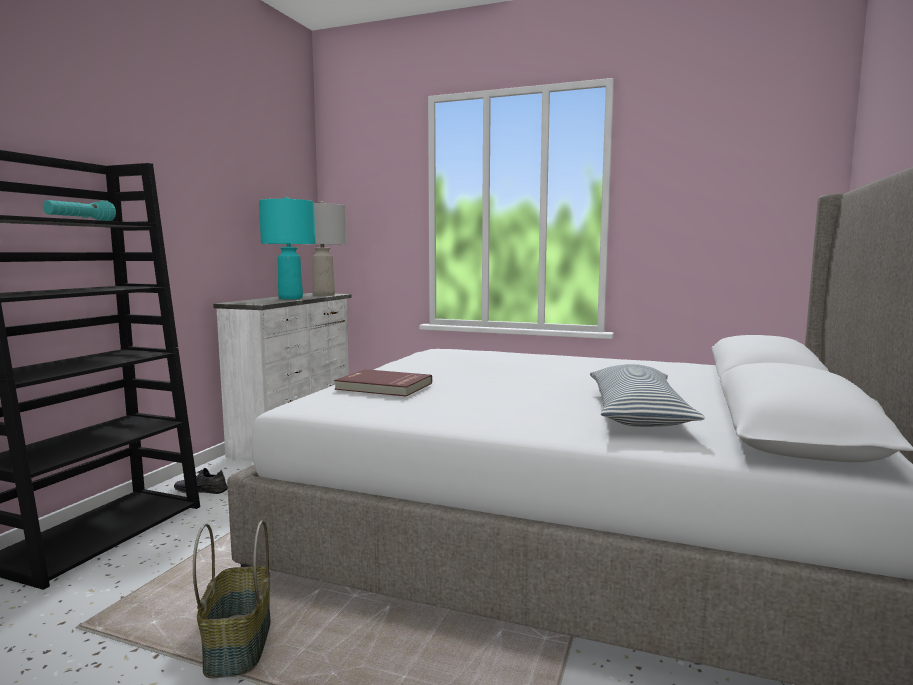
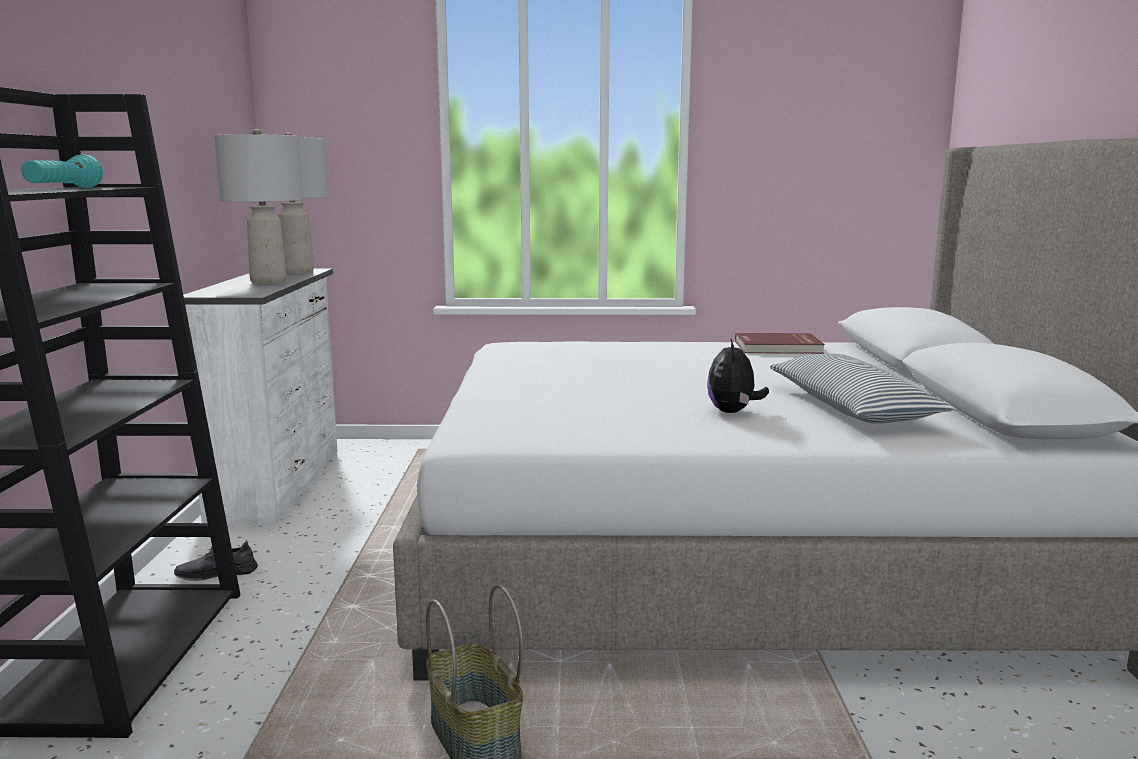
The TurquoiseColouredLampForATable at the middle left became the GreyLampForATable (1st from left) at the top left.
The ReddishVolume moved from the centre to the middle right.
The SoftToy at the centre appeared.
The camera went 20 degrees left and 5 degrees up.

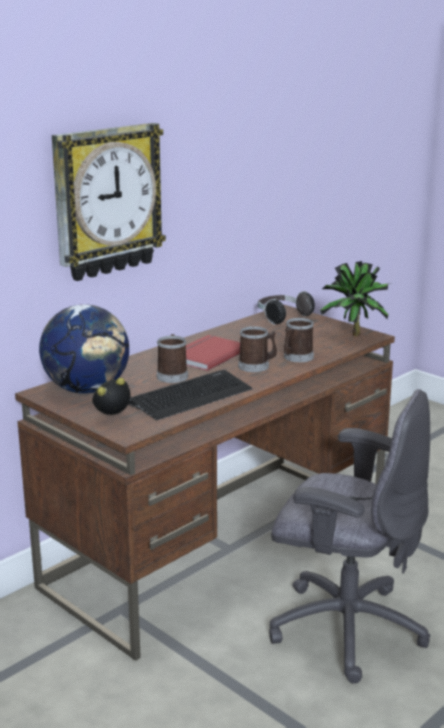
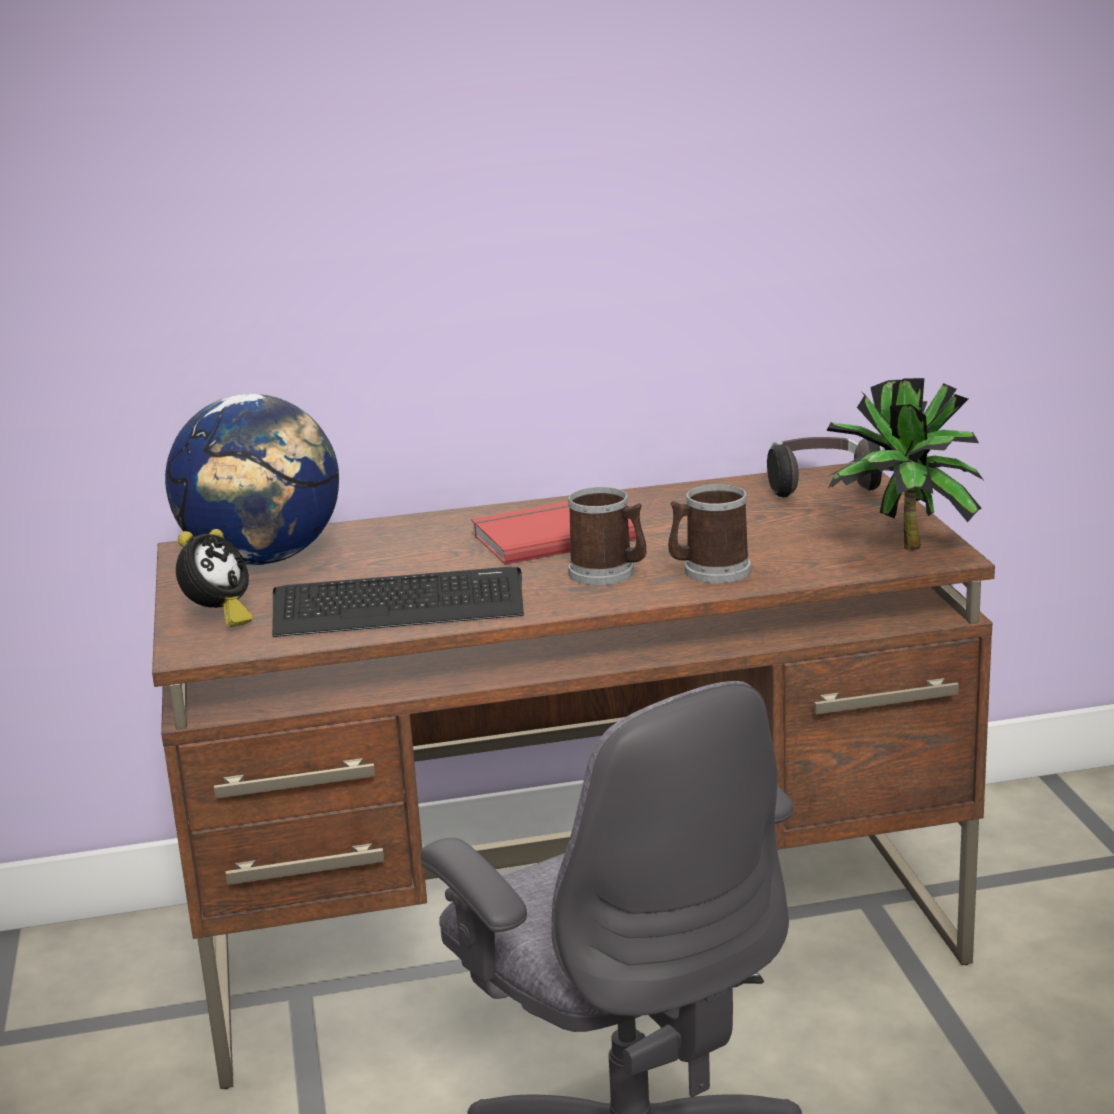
The WallClock at the top left disappeared.
The BedsideClock at the middle left turned 120 degrees clockwise.
The TeaMug (1st from left) at the centre disappeared.
The camera went 35 degrees right and 0 degrees up.

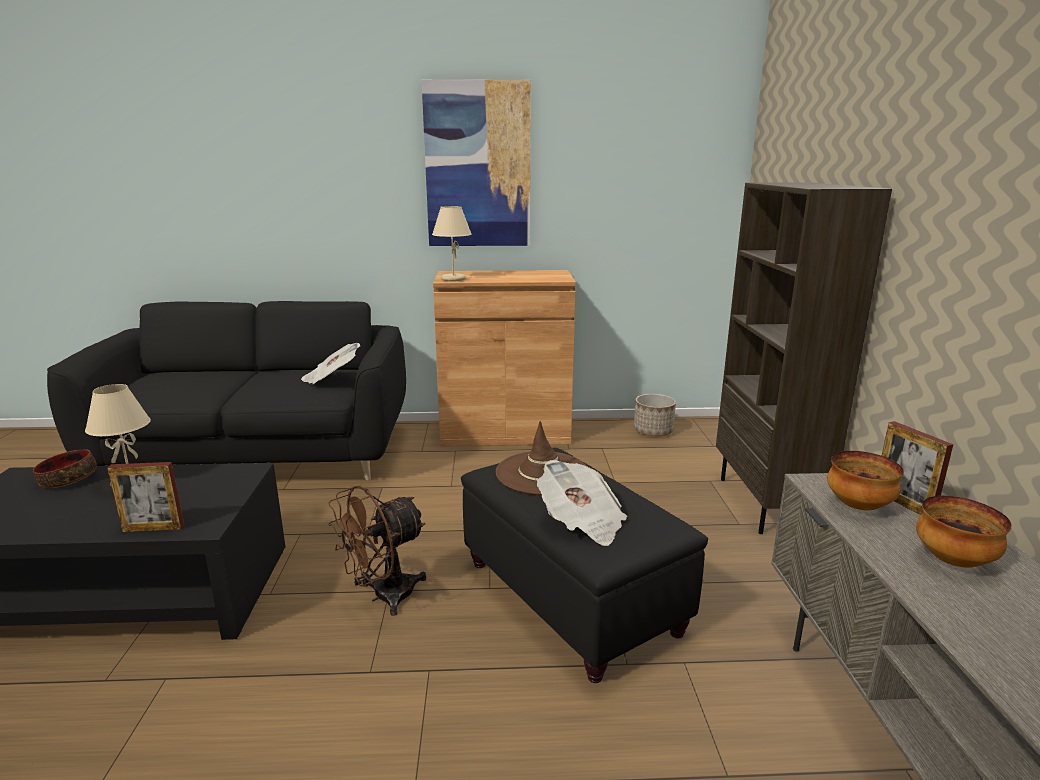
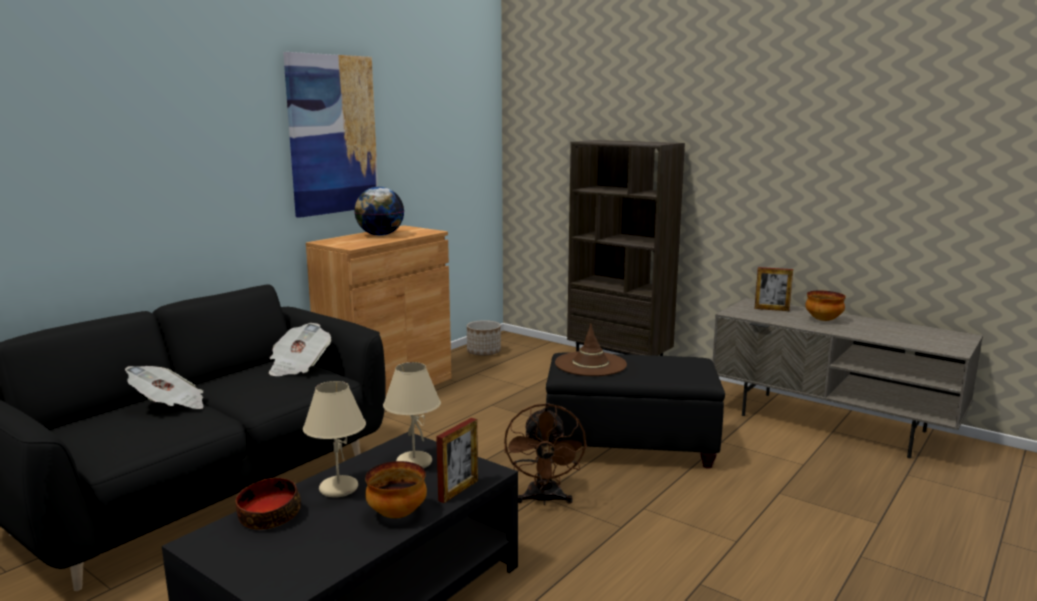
The BeigeColouredLampForATable (2nd from left) moved from the top centre to the bottom centre.
The PrintedPaper (2nd from left in the first image) moved from the centre to the middle left.
The ServingBowl (2nd from left) moved from the middle right to the bottom centre.
The DeskGlobe at the centre appeared.
The camera went 50 degrees left and 5 degrees down.

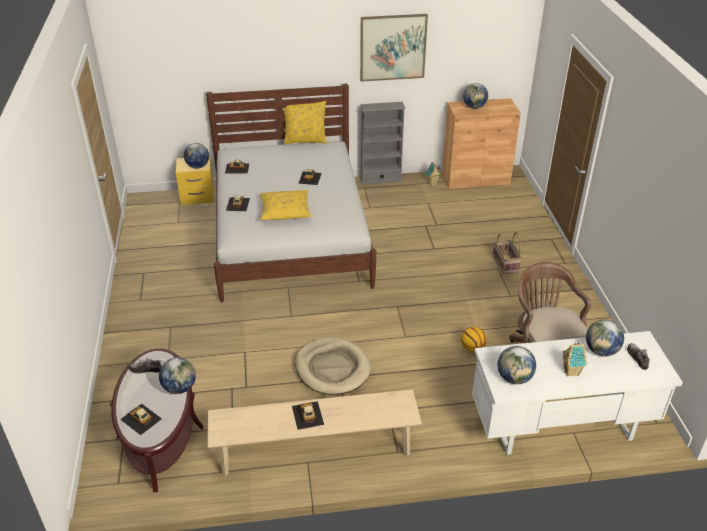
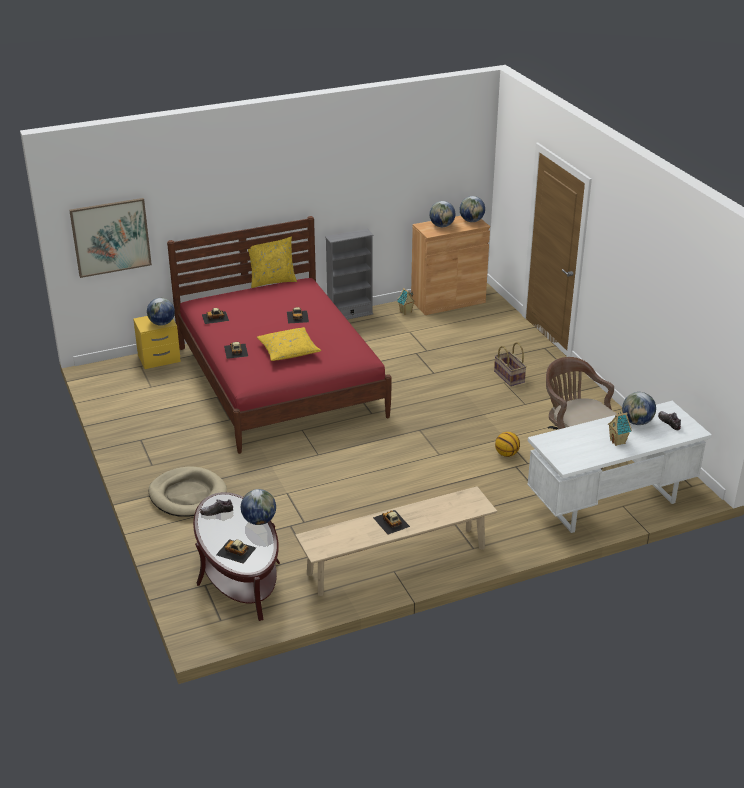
The WhiteBedroomBed at the centre became the ReddishBedroomBed at the centre.
The BeigeColouredDogCushion moved from the bottom centre to the middle left.
The WallPicture moved from the top centre to the top left.
The DeskGlobe (4th from left) moved from the bottom right to the top centre.
The camera went 15 degrees left and 5 degrees down.

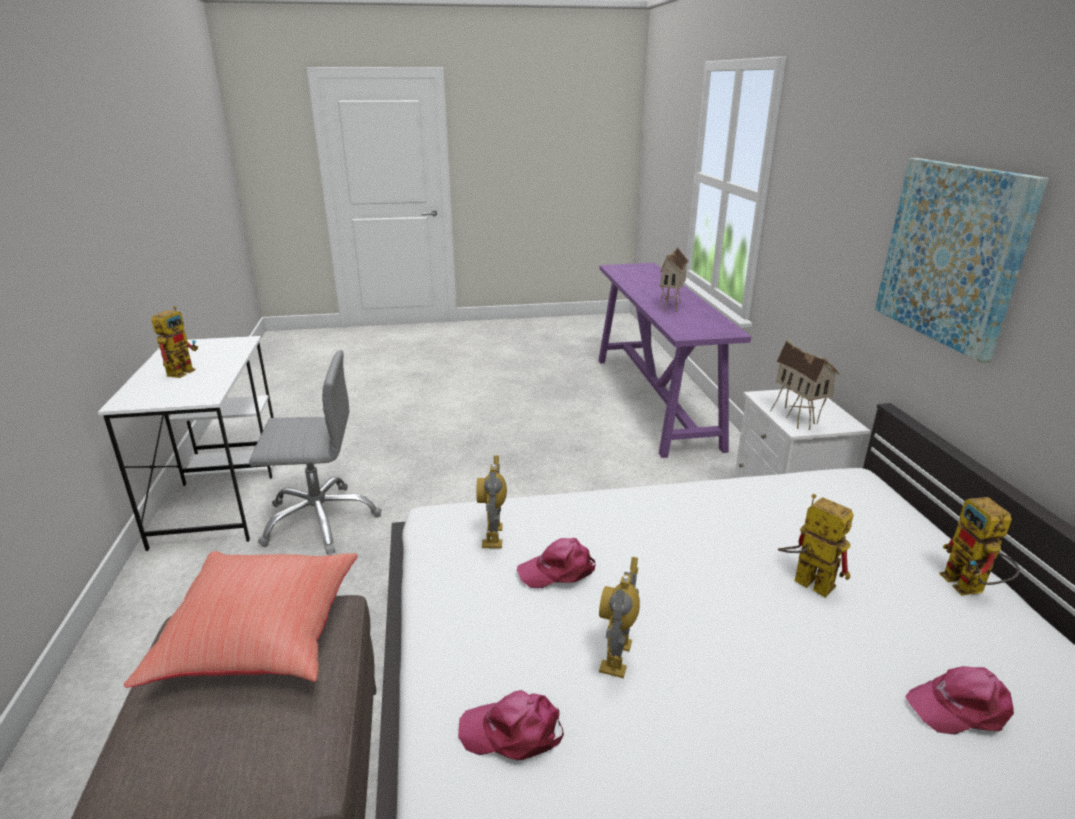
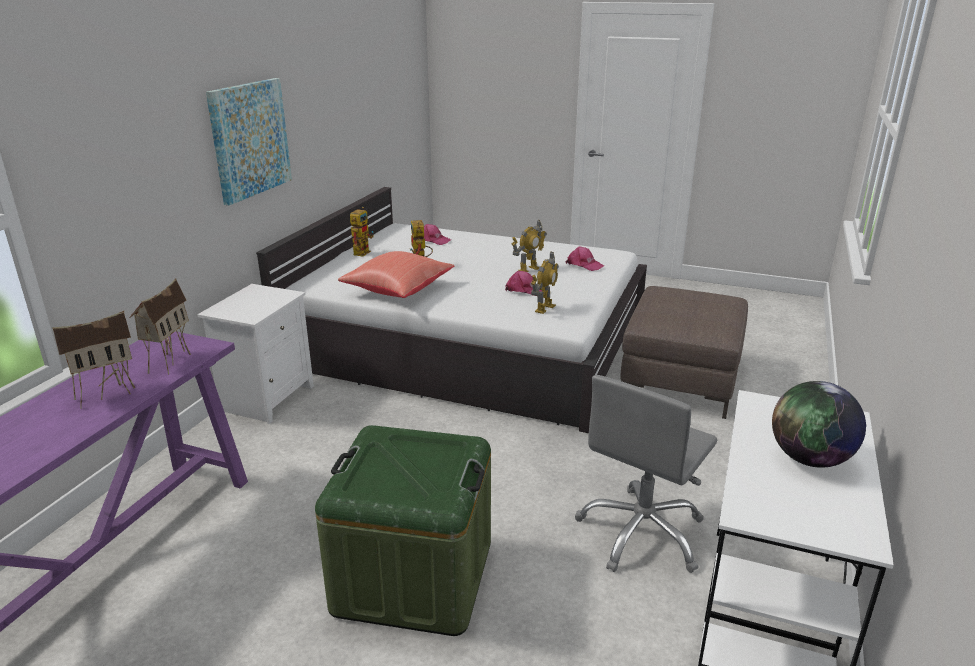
The ReddishPillow moved from the bottom left to the centre.
The ToyRobot (1st from left) at the middle left was replaced by the DeskGlobe at the middle right.
The GreyOfficeChair at the middle left turned 75 degrees counterclockwise.
The MiniatureHouse (2nd from left) moved from the middle right to the middle left.
The GreenStorageContainer at the bottom centre appeared.
The camera went 150 degrees left and 0 degrees up.

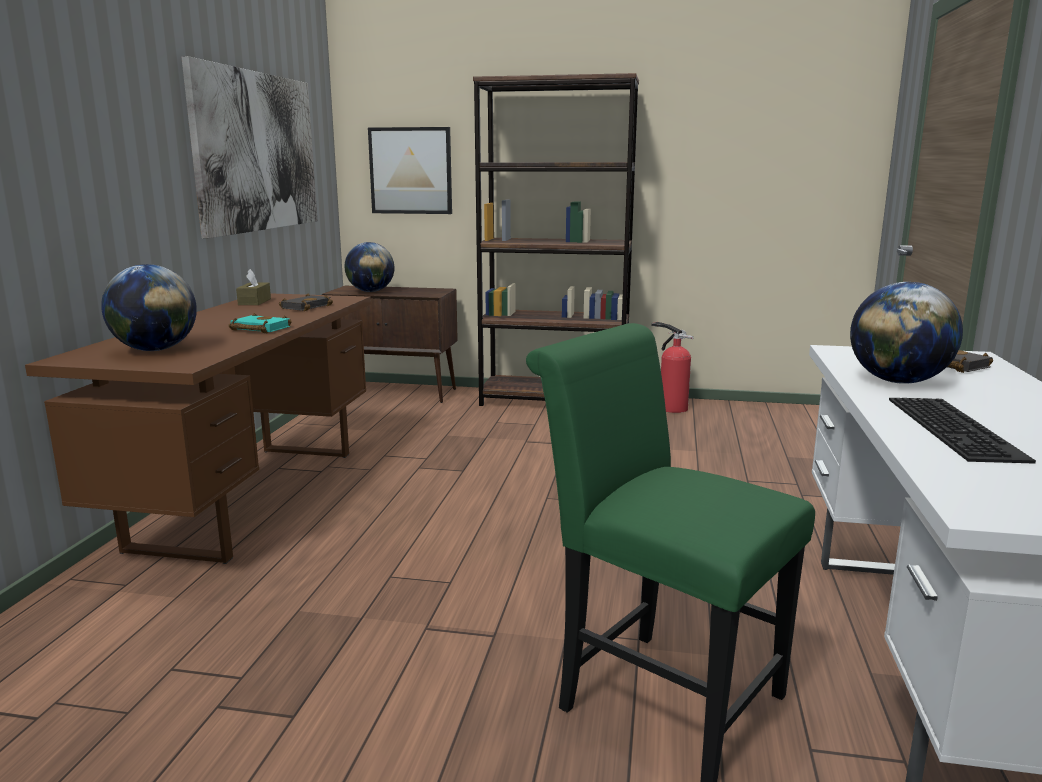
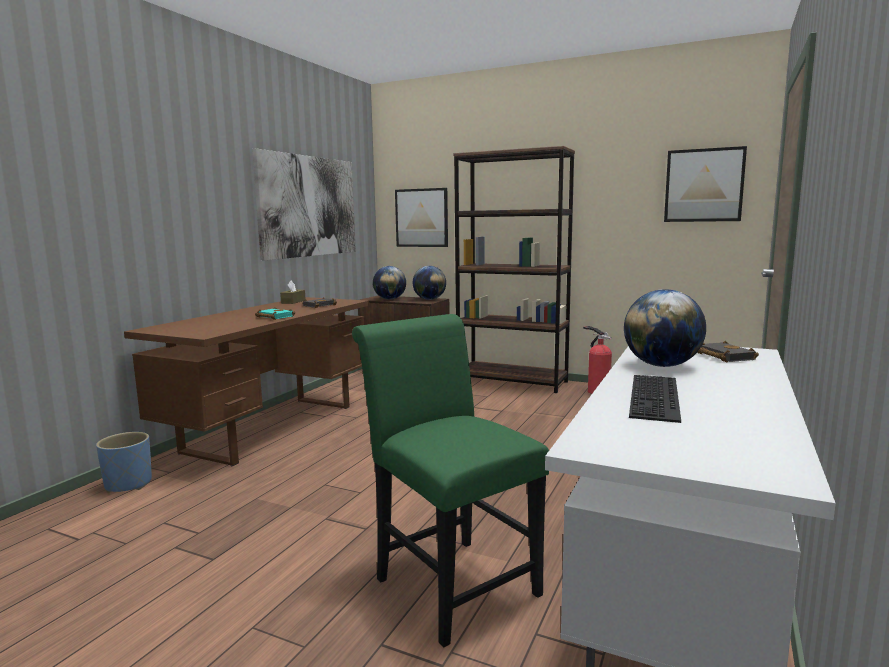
The DeskGlobe (1st from left in the first image) moved from the middle left to the centre.
The BluishPlanter at the bottom left appeared.
The WallPicture (3rd from left) at the top right appeared.
The camera went 15 degrees right and 5 degrees down.

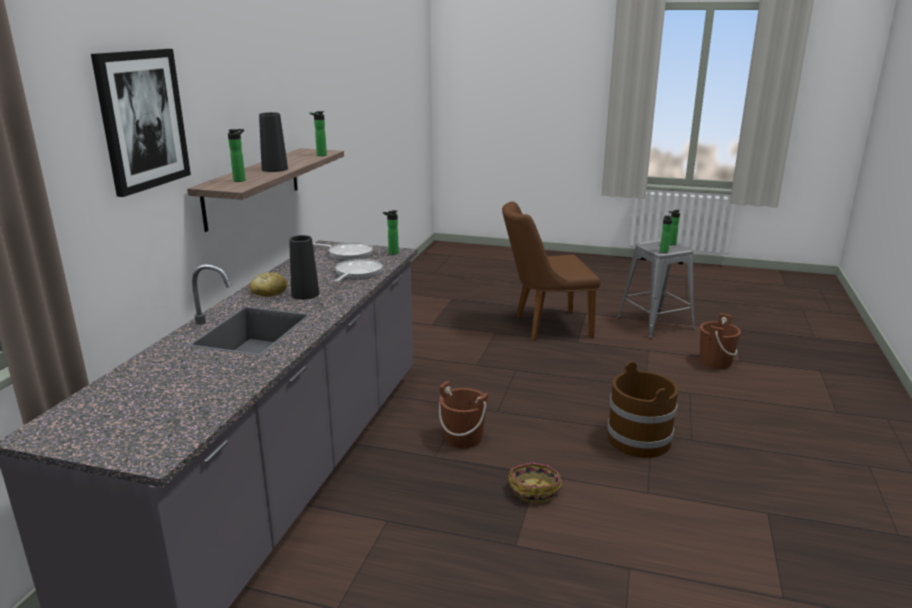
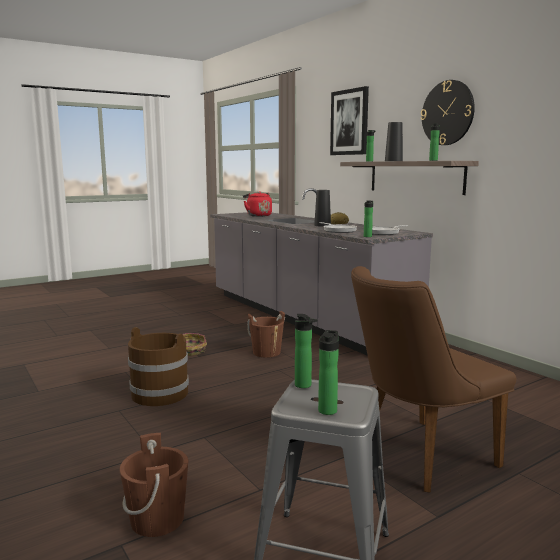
The BrownPlainChair at the centre turned 150 degrees counterclockwise.
The ReddishTeaKettle at the centre appeared.
The WallClock at the top right appeared.
The camera went 130 degrees right and 10 degrees down.

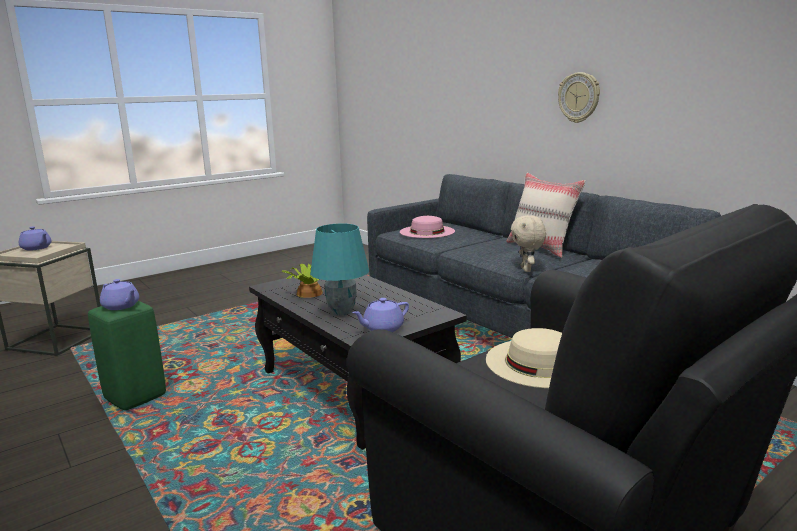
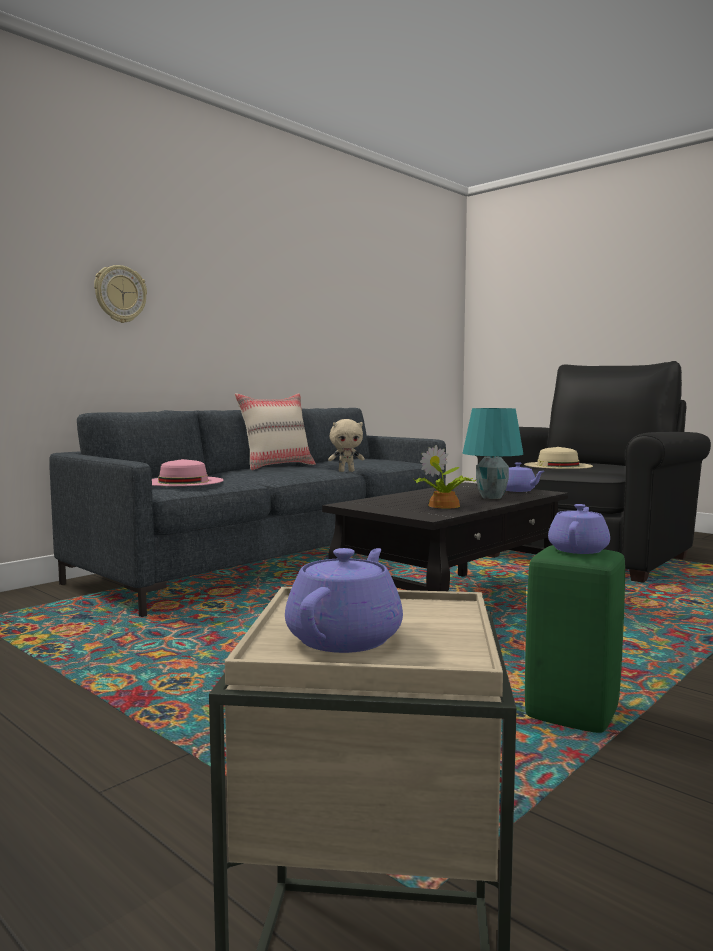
The WallClock moved from the top right to the top left.
The camera went 100 degrees left and 10 degrees down.

